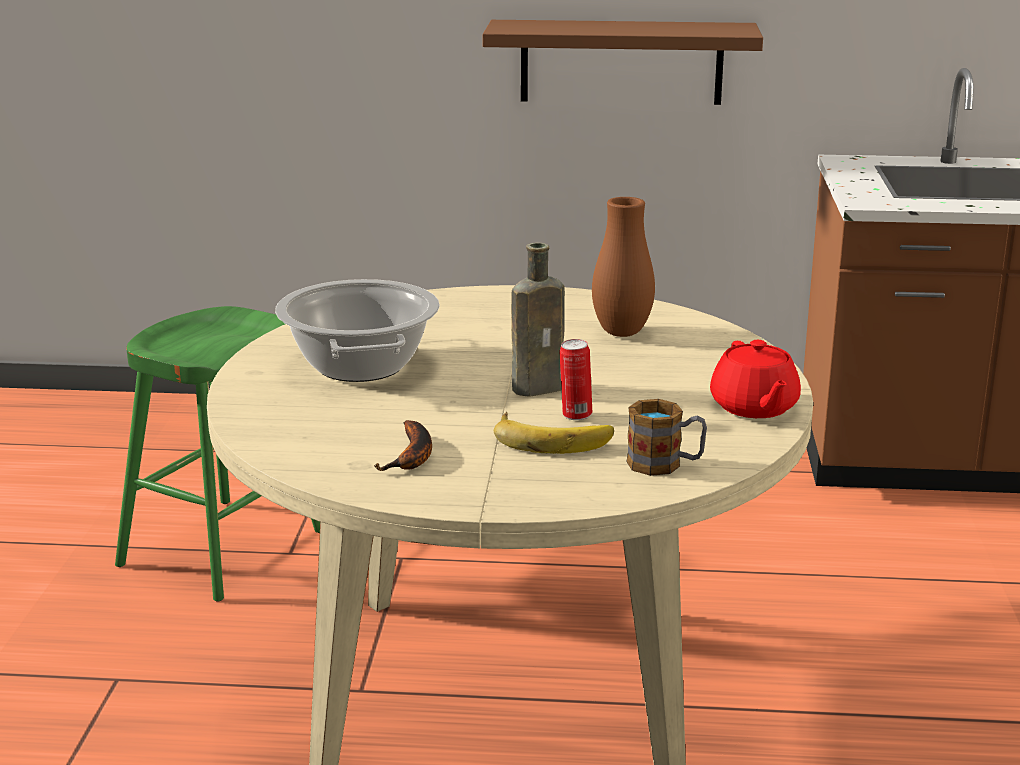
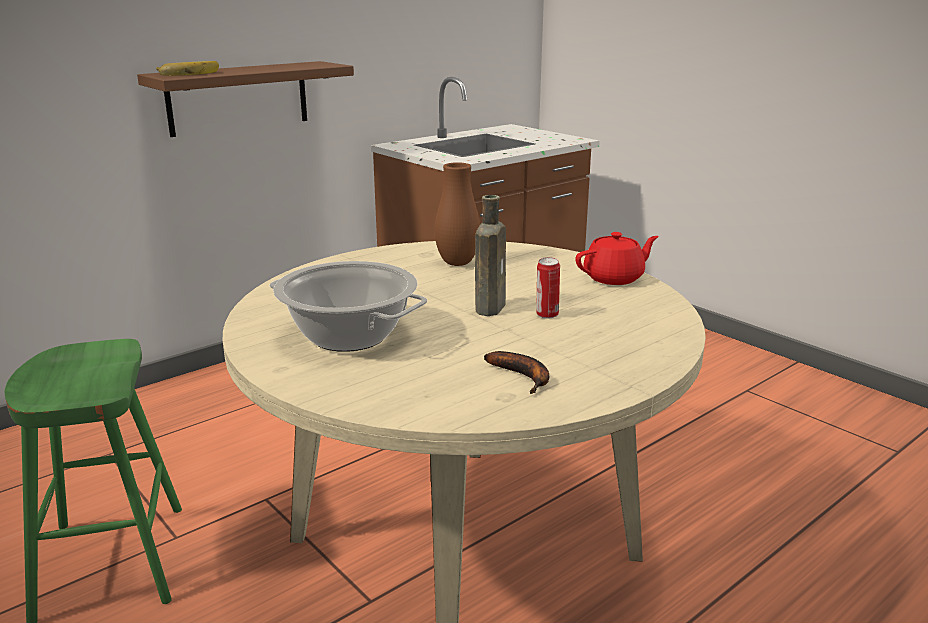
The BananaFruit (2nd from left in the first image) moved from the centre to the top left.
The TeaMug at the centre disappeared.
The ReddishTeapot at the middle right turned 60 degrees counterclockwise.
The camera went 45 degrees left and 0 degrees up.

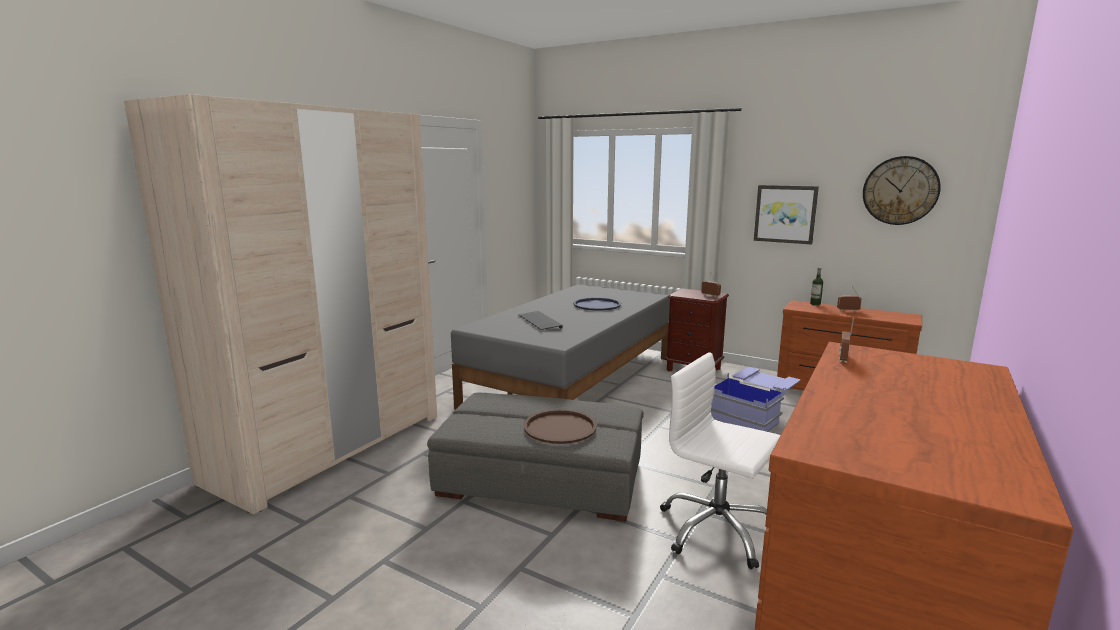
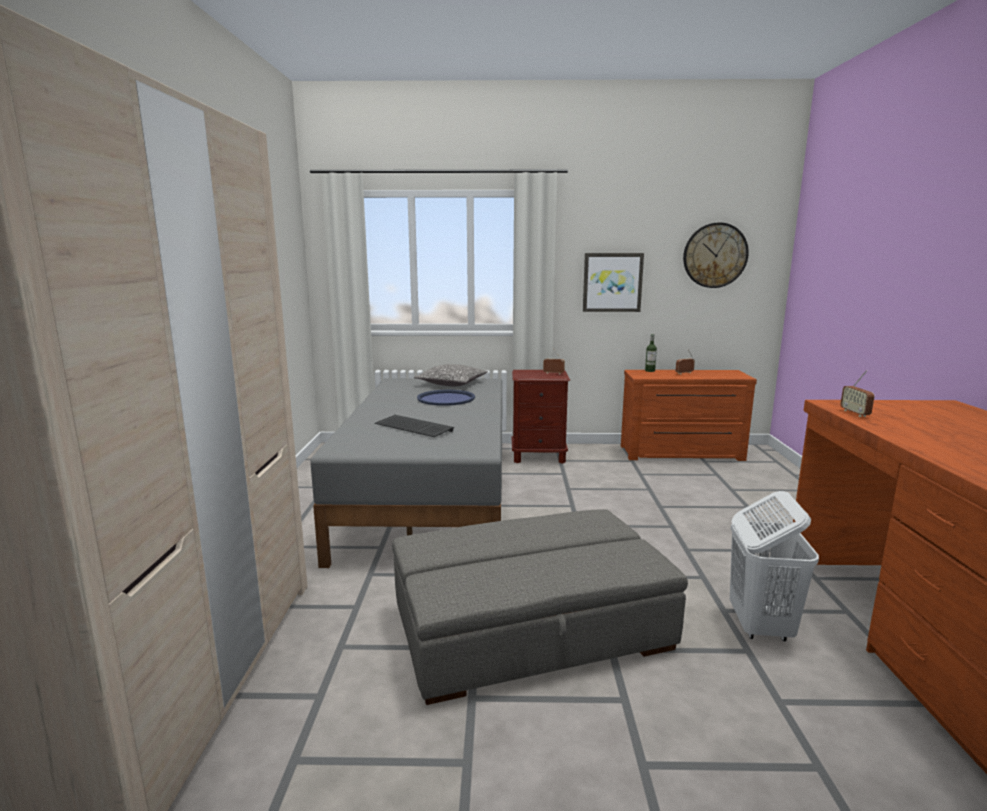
The BrownTray at the bottom centre disappeared.
The WhiteOfficeChair at the bottom centre was replaced by the WhiteWashingBasket at the bottom right.
The BluishStorageContainer at the middle right disappeared.
The Pillow at the centre appeared.
The camera went 30 degrees left and 0 degrees up.

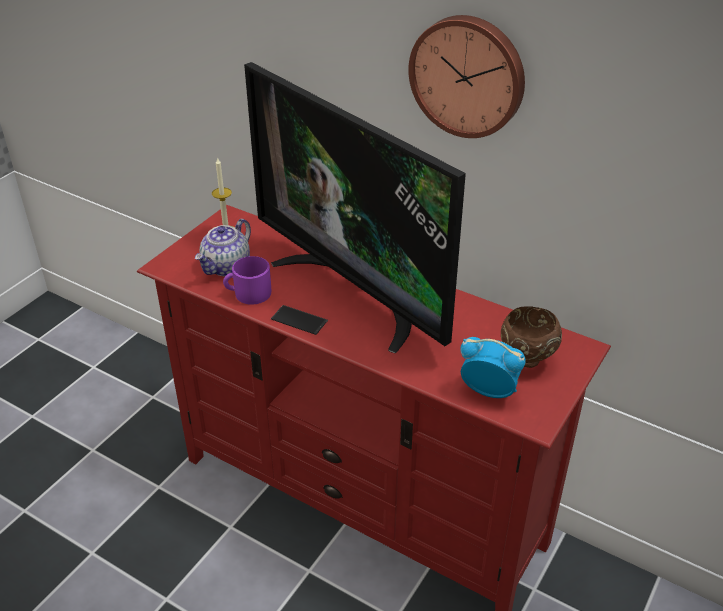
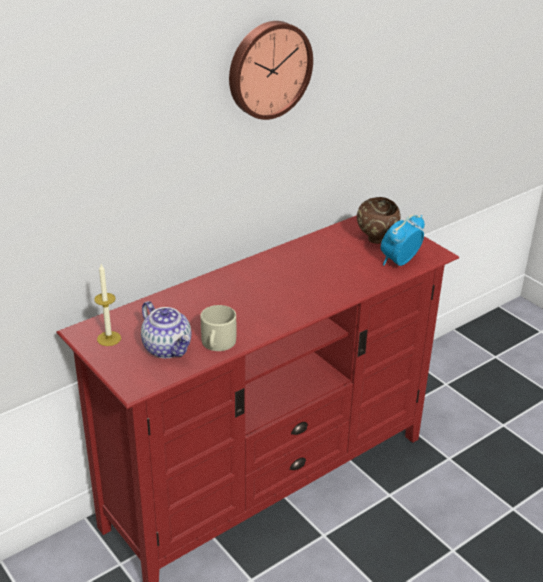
The PurplishTeaMug at the centre became the BeigeColouredTeaMug at the centre.
The Television at the centre disappeared.
The Telephone at the centre disappeared.
The camera went 70 degrees left and 5 degrees down.

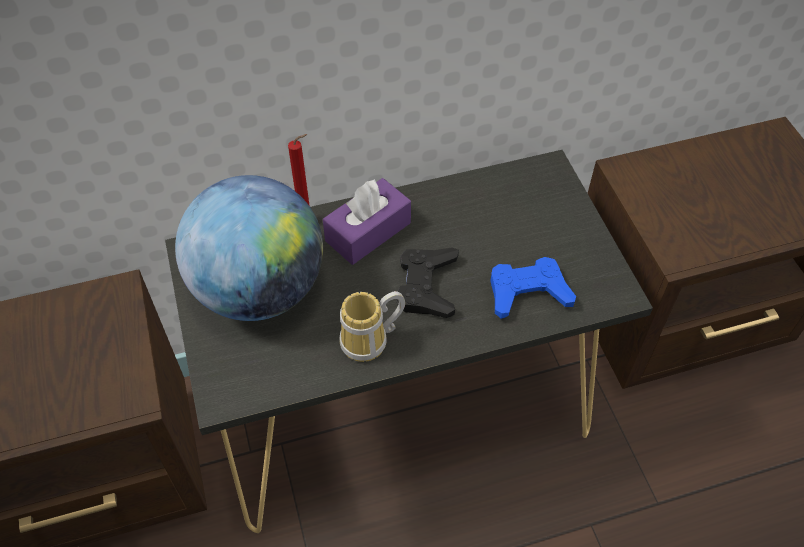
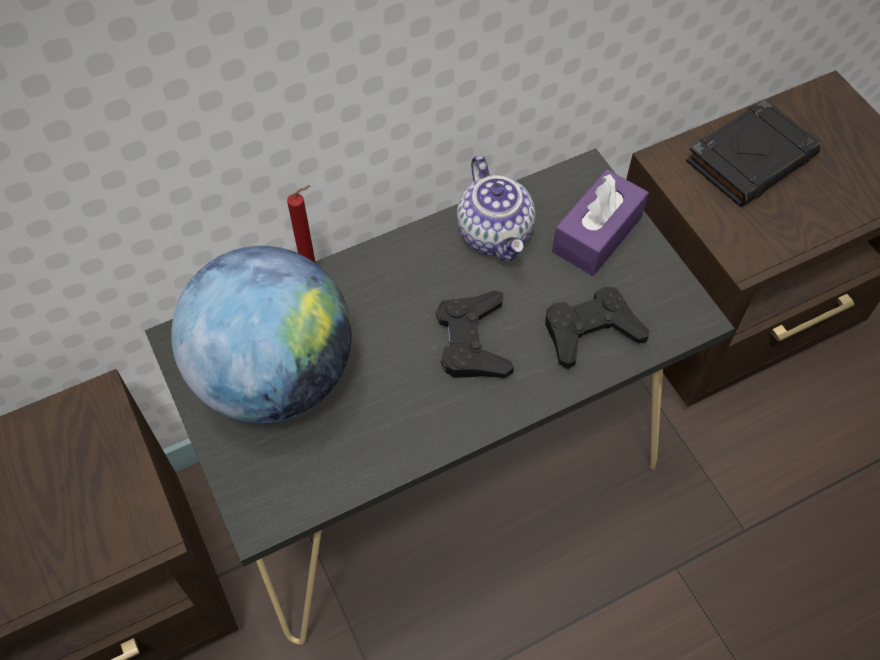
The PurplishTissueHolder moved from the centre to the middle right.
The TeaMug at the centre disappeared.
The BluishGameController at the centre became the BlackGameController (2nd from left) at the middle right.
The Teapot at the top centre appeared.
The BlackVolume at the top right appeared.
The camera went 10 degrees left and 5 degrees up.

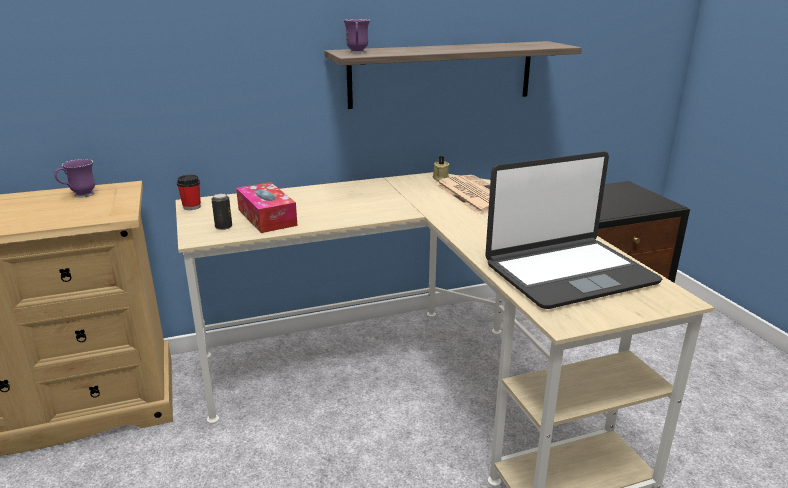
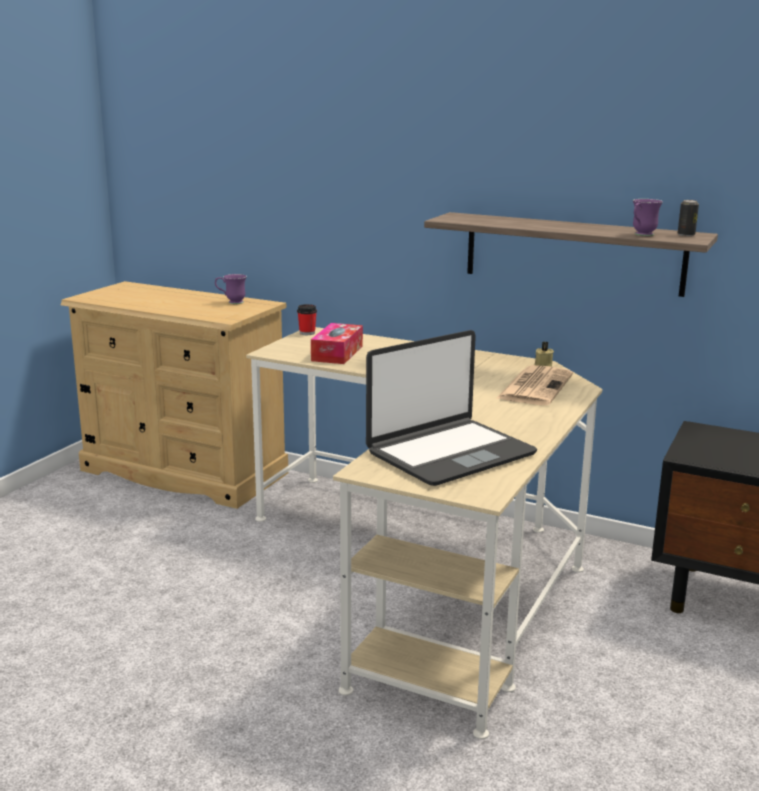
The SealedCan moved from the middle left to the top right.
The PurplishTeaMug (2nd from left) moved from the top centre to the top right.
The PortableComputer at the middle right turned 60 degrees counterclockwise.
The camera went 45 degrees right and 5 degrees down.

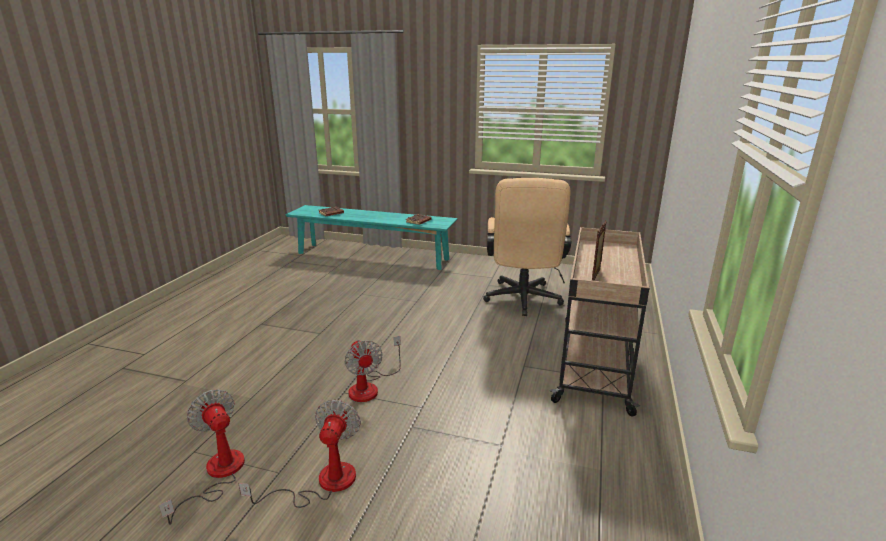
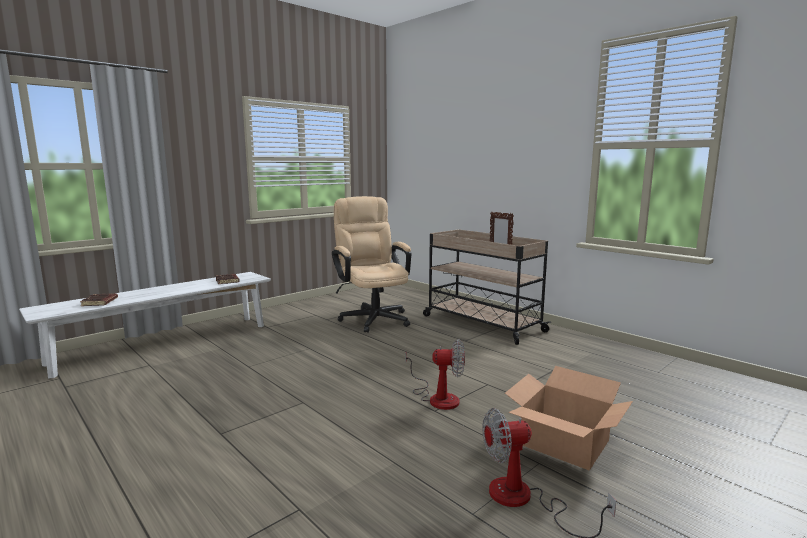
The CoolingFan (2nd from left) at the bottom centre was replaced by the Carton at the bottom right.
The TurquoiseColouredLongSeat at the centre became the WhiteLongSeat at the middle left.
The BeigeColouredOfficeChair at the centre turned 150 degrees counterclockwise.
The camera went 60 degrees left and 10 degrees down.

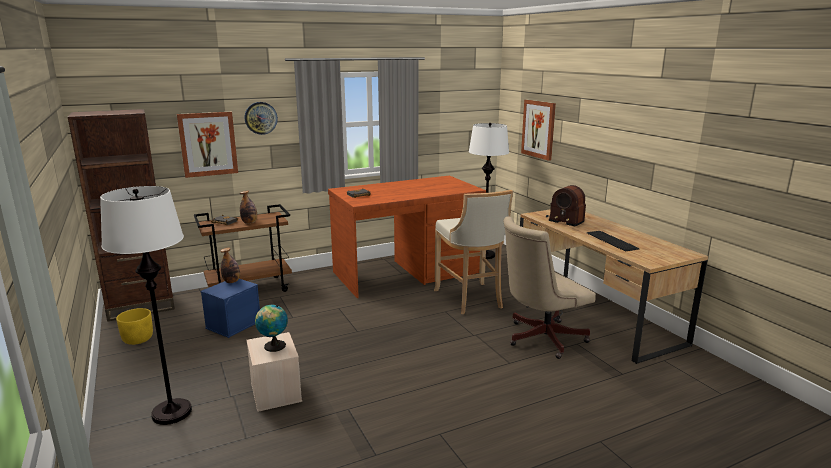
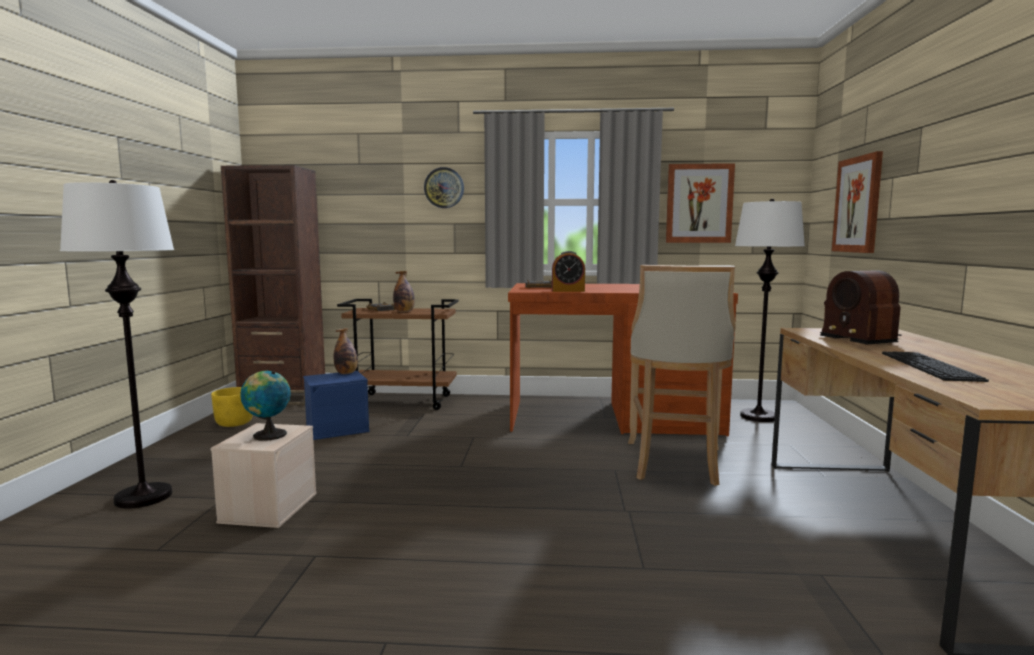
The WallPicture (1st from left) moved from the top left to the top right.
The BeigeColouredOfficeChair at the centre disappeared.
The BedsideClock at the centre appeared.
The camera went 30 degrees right and 10 degrees down.

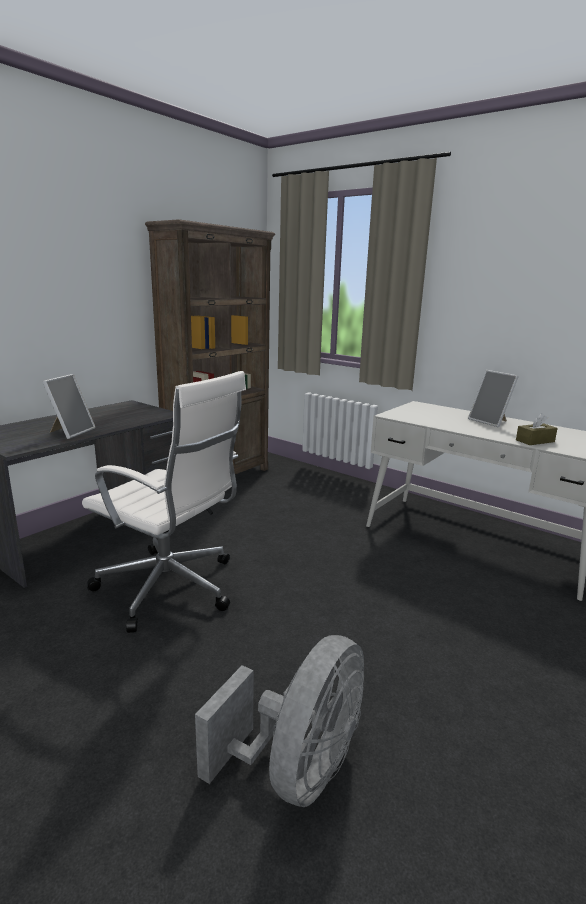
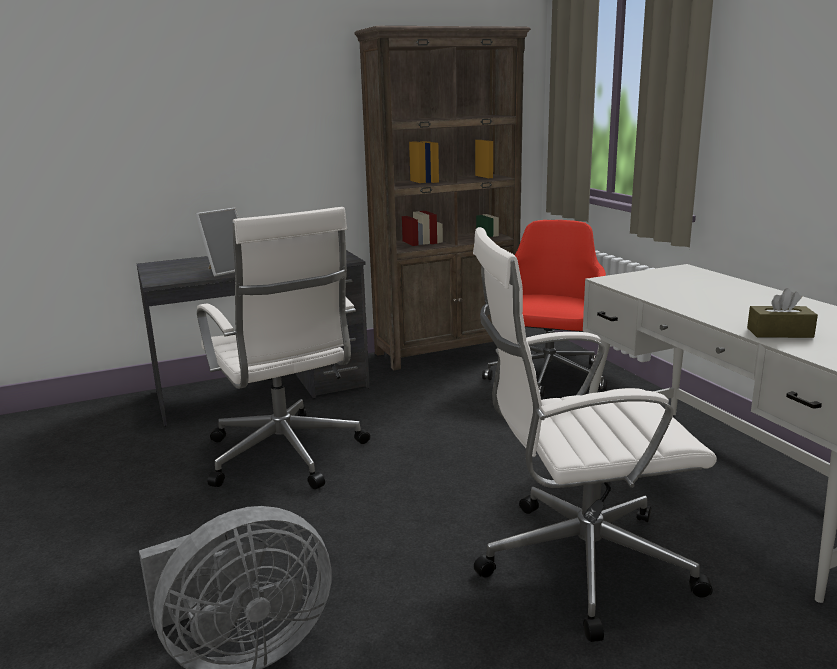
The PhotoFrame (2nd from left) at the middle right disappeared.
The WhiteOfficeChair (2nd from left) at the middle right appeared.
The ReddishOfficeChair at the centre appeared.
The camera went 30 degrees right and 0 degrees up.

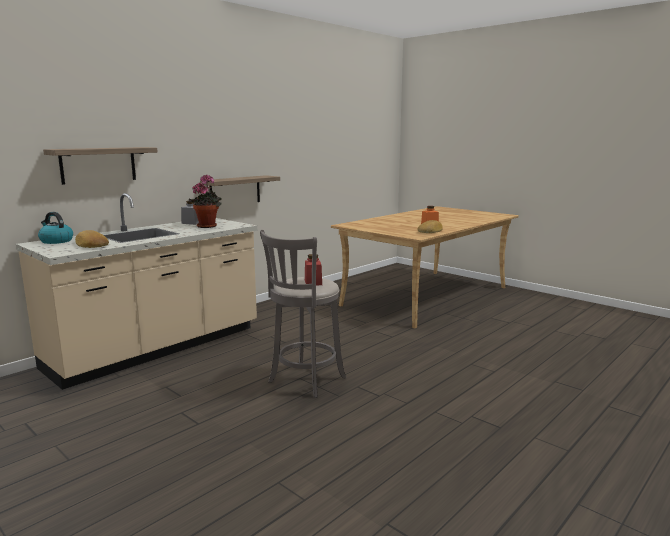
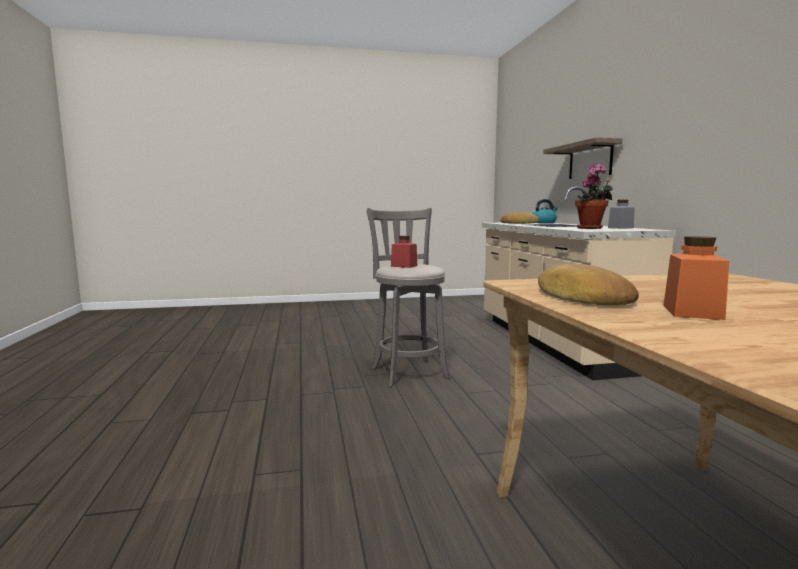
The Shelf (2nd from left) at the centre disappeared.
The camera went 125 degrees right and 5 degrees down.

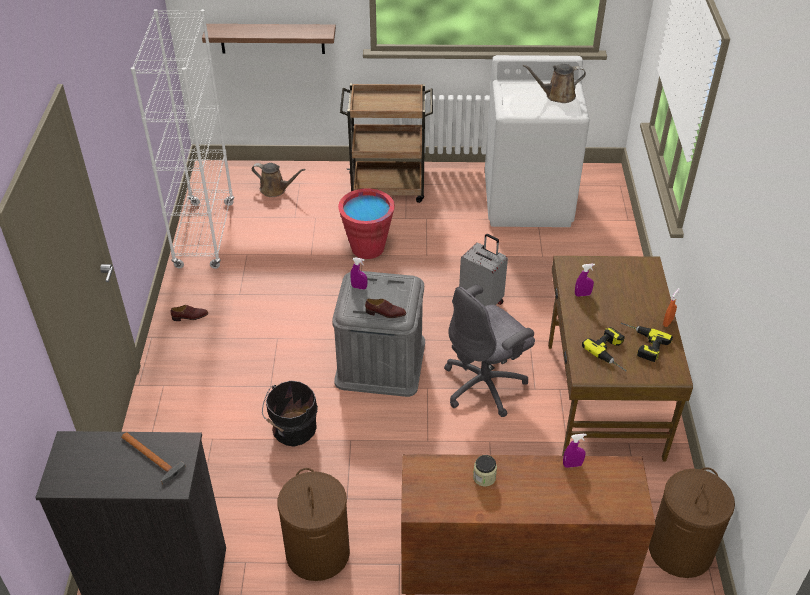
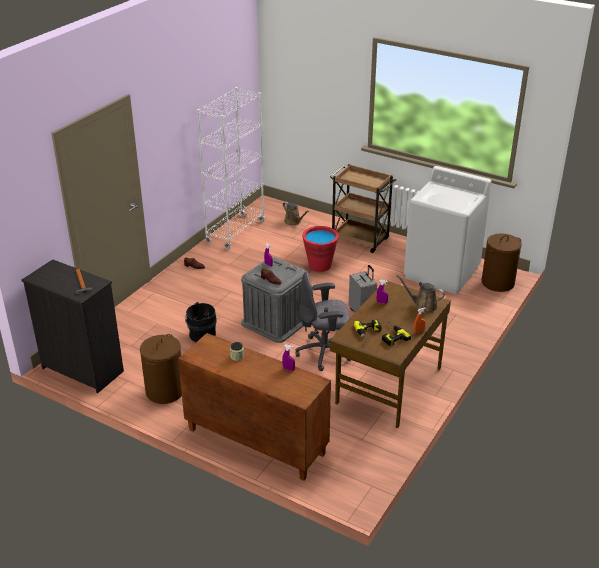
The Shelf at the top left disappeared.
The BrownWateringCan (2nd from left) moved from the top right to the middle right.
The BrownWashingBasket (2nd from left) moved from the bottom right to the middle right.
The camera went 30 degrees right and 10 degrees down.

